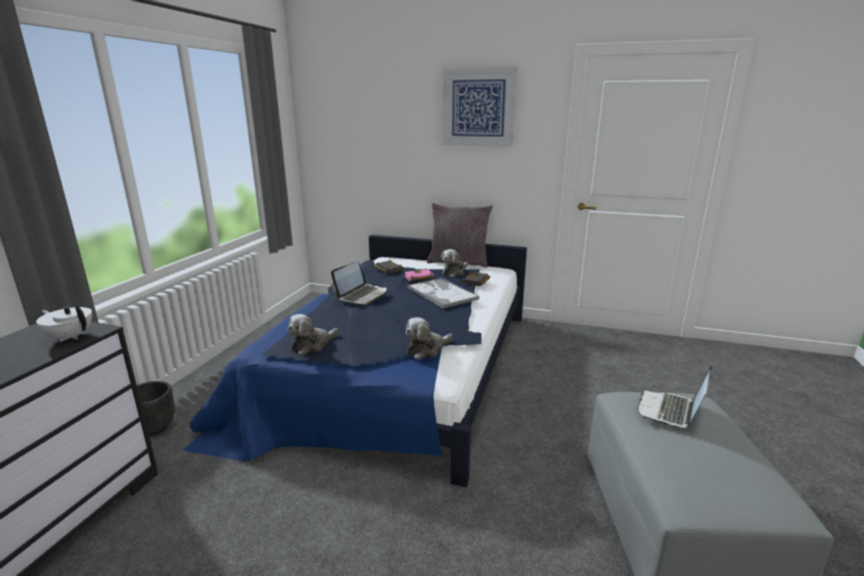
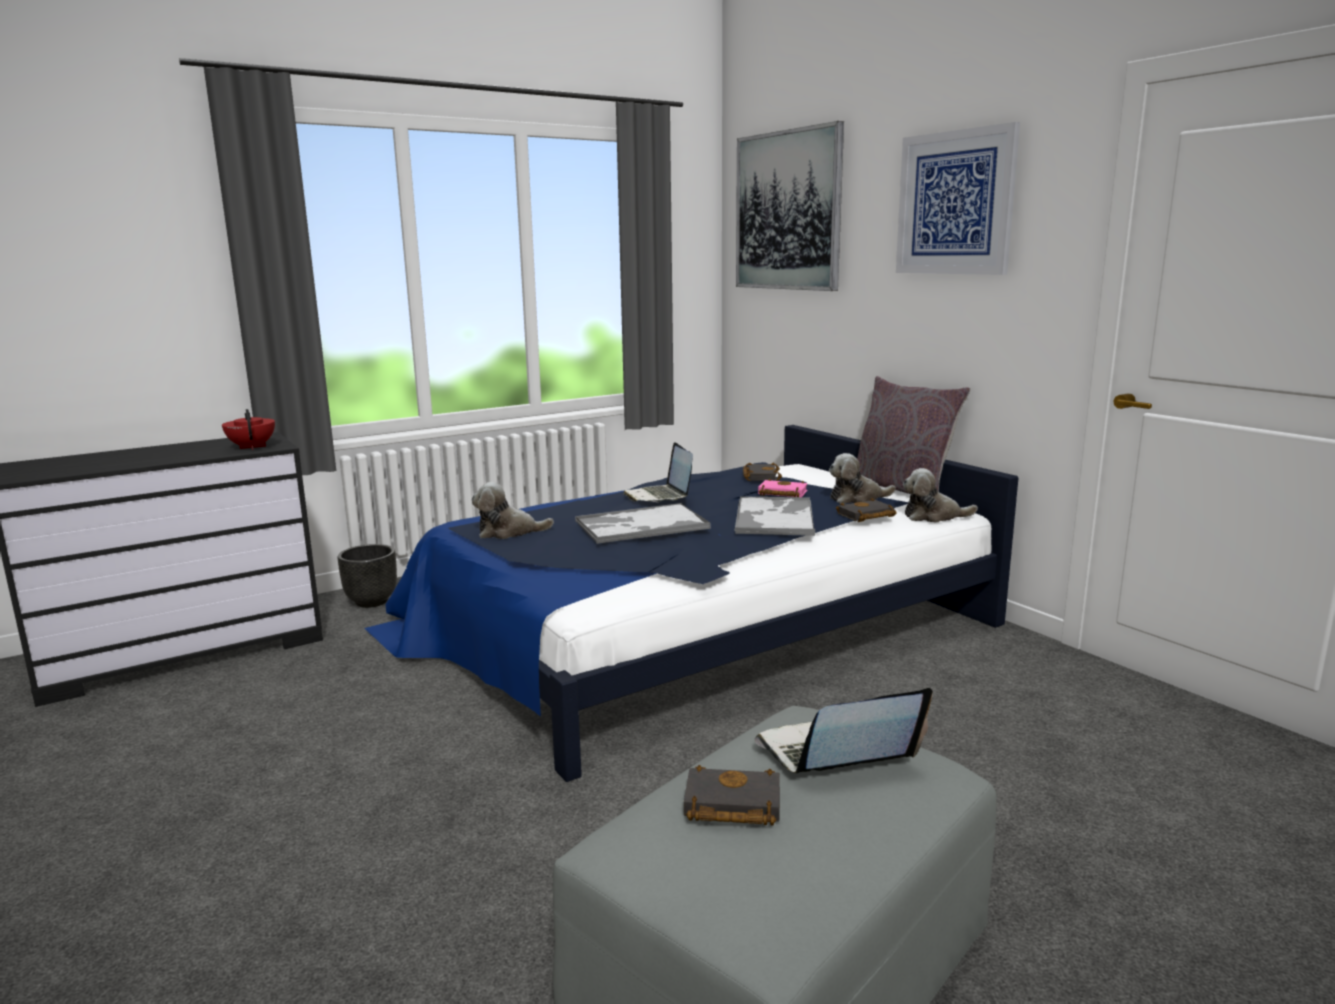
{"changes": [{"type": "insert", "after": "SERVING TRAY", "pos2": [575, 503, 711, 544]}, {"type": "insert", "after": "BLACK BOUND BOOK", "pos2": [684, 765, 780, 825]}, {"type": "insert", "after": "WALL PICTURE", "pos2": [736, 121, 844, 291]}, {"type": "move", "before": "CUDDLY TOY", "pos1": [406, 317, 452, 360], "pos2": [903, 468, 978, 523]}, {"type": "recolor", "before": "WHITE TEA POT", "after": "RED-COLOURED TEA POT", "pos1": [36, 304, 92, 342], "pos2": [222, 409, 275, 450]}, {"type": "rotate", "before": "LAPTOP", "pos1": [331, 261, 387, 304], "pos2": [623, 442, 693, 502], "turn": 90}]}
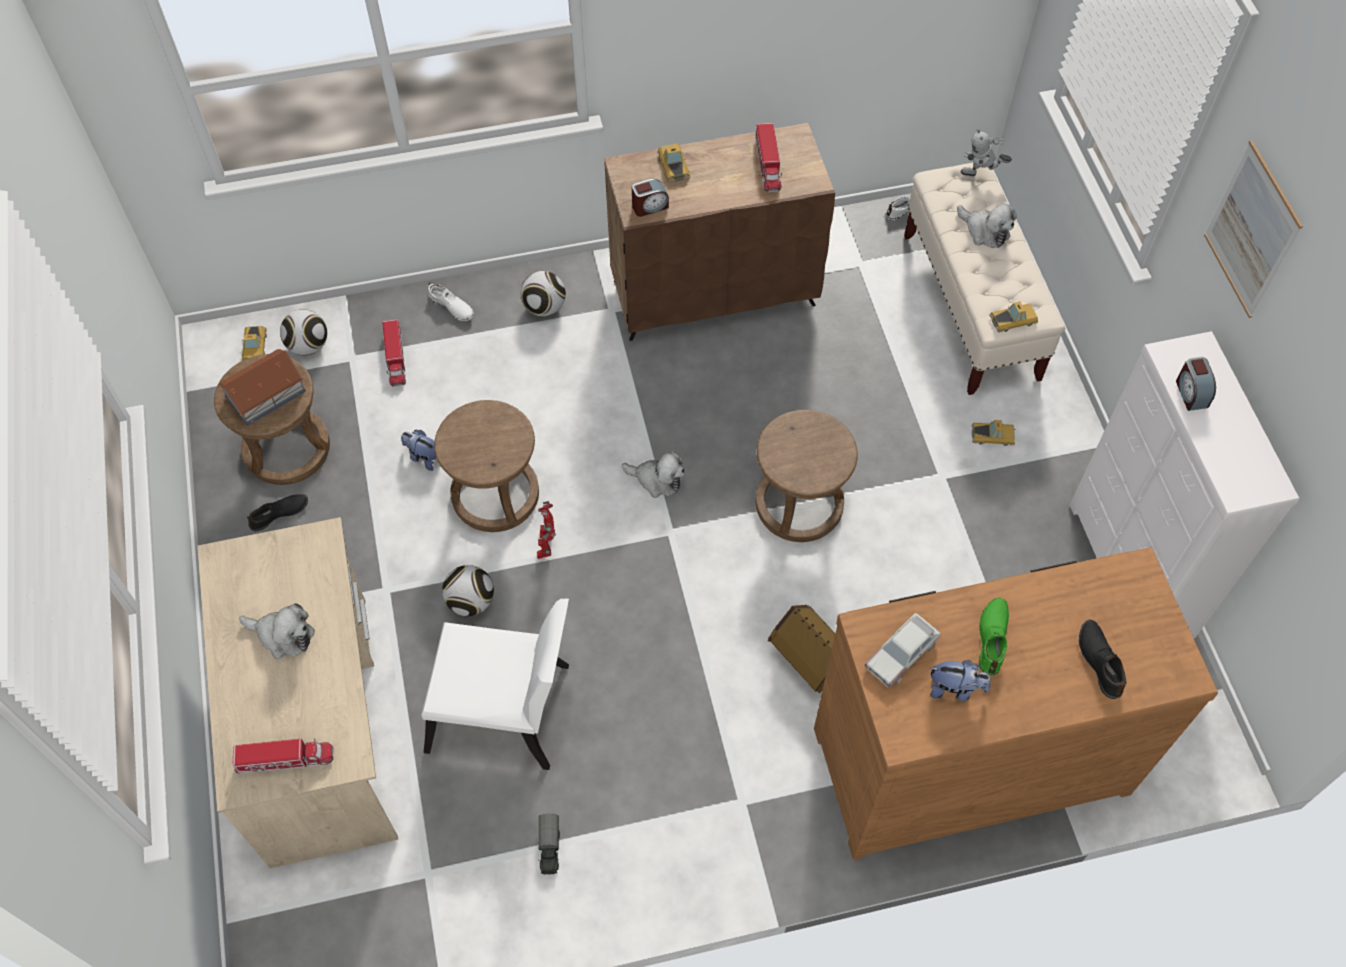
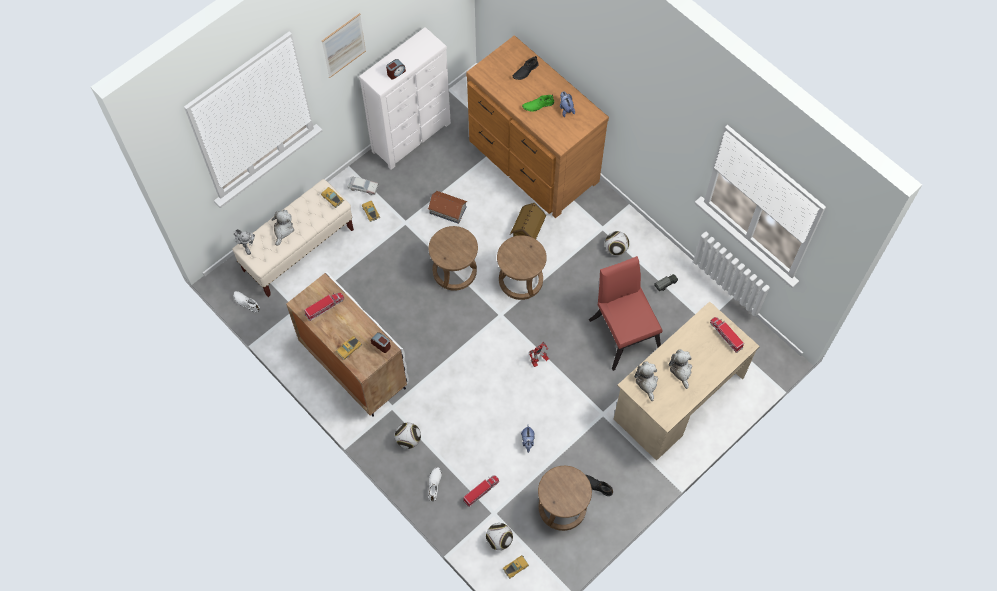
{"changes": [{"type": "move", "before": "MINIATURE HOUSE", "pos1": [218, 349, 306, 426], "pos2": [428, 191, 467, 224]}, {"type": "move", "before": "BROWNISH SITTING STOOL", "pos1": [434, 400, 539, 532], "pos2": [497, 235, 547, 300]}, {"type": "move", "before": "BALL FOR FOOTBALL", "pos1": [442, 565, 494, 616], "pos2": [605, 231, 629, 256]}, {"type": "move", "before": "CUDDLY TOY", "pos1": [622, 451, 684, 498], "pos2": [634, 361, 658, 401]}, {"type": "move", "before": "MODEL CAR", "pos1": [864, 613, 941, 687], "pos2": [348, 176, 379, 195]}, {"type": "recolor", "before": "WHITE UPRIGHT CHAIR", "after": "RED-COLOURED UPRIGHT CHAIR", "pos1": [421, 599, 569, 770], "pos2": [589, 256, 663, 371]}, {"type": "recolor", "before": "BROWNISH CABINET", "after": "WHITE CABINET", "pos1": [604, 123, 835, 341], "pos2": [286, 272, 409, 417]}]}
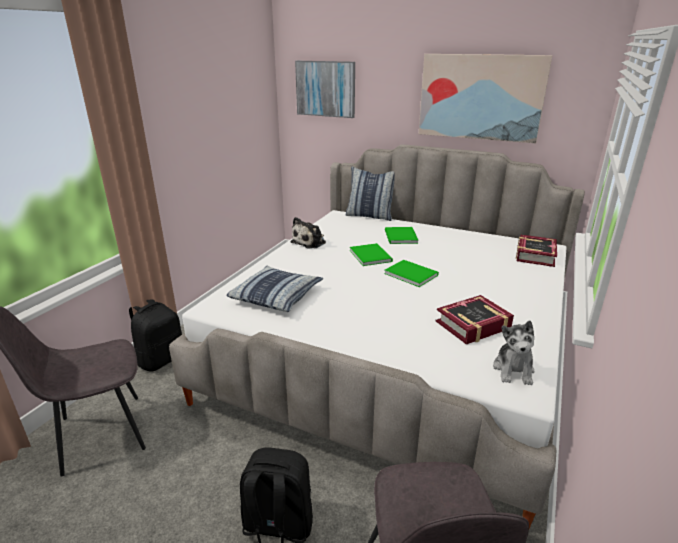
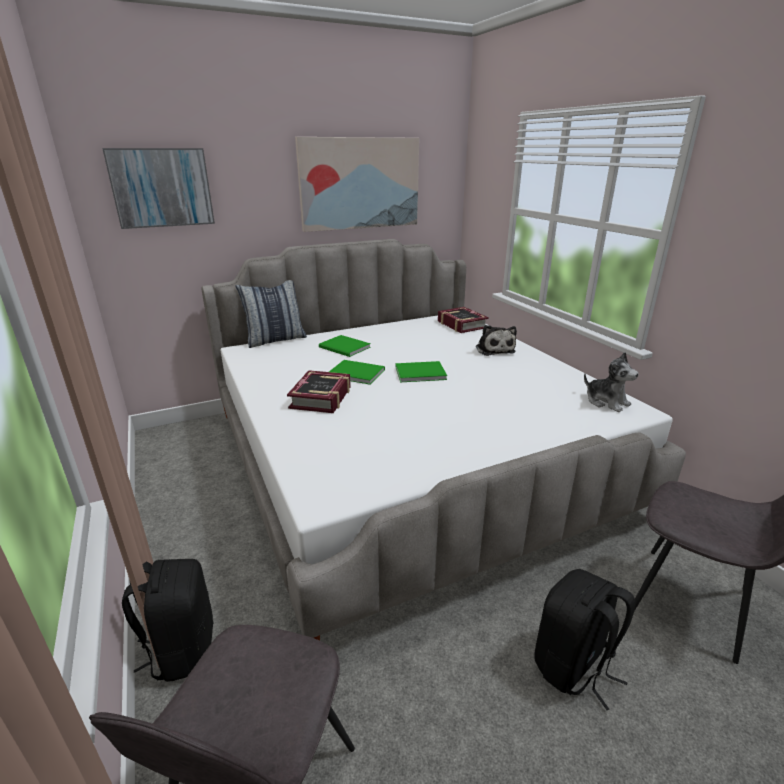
{"changes": [{"type": "delete", "before": "CUSHION", "pos1": [226, 266, 323, 312]}, {"type": "move", "before": "CUDDLY TOY", "pos1": [290, 217, 326, 249], "pos2": [476, 325, 517, 356]}, {"type": "move", "before": "BOUND BOOK", "pos1": [436, 295, 514, 344], "pos2": [287, 370, 351, 413]}]}
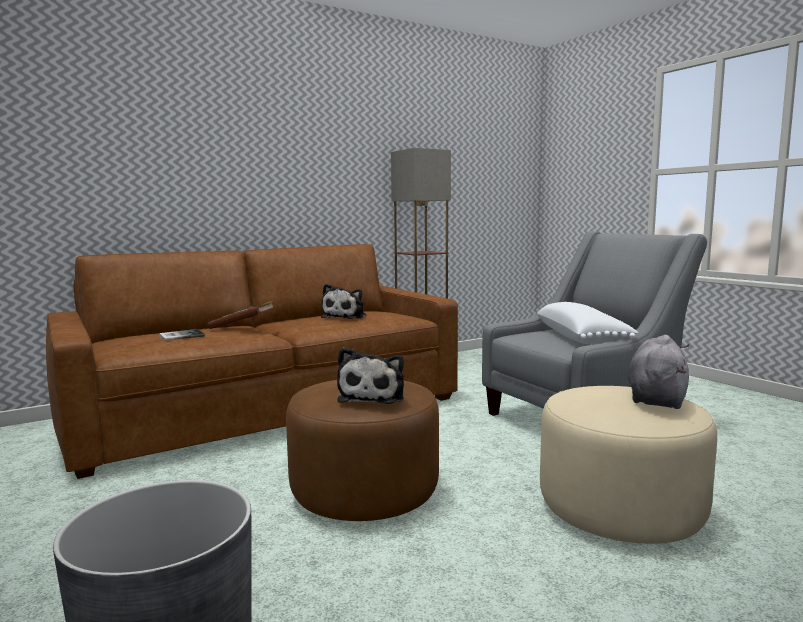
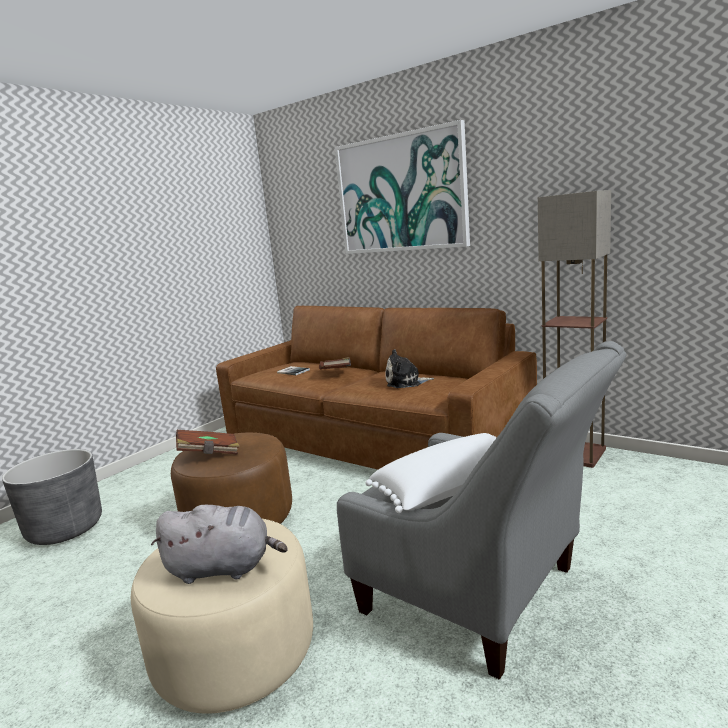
{"changes": [{"type": "insert", "after": "WALL PICTURE", "pos2": [335, 120, 470, 254]}, {"type": "replace", "before": "CUDDLY TOY", "after": "BROWNISH BOUND BOOK", "pos1": [337, 347, 404, 404], "pos2": [176, 430, 240, 455]}]}
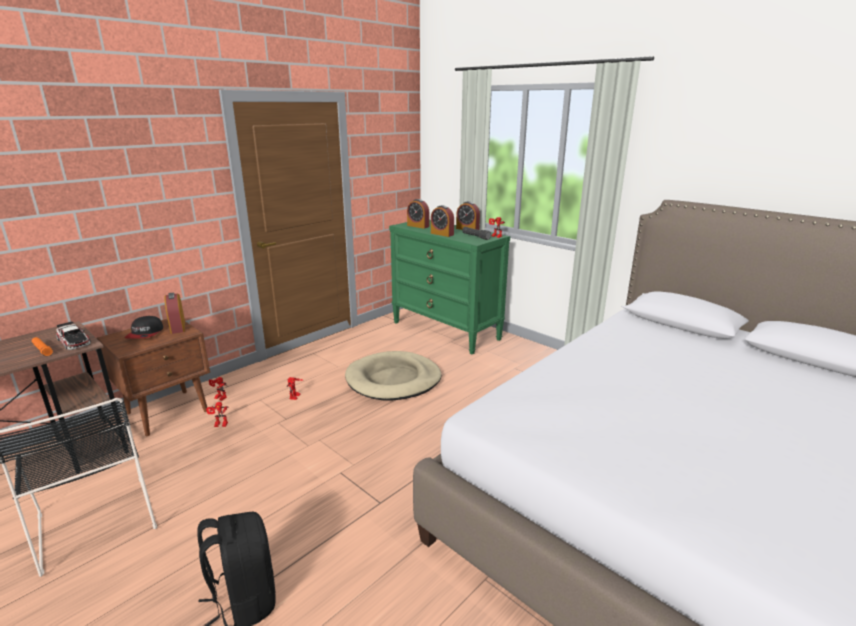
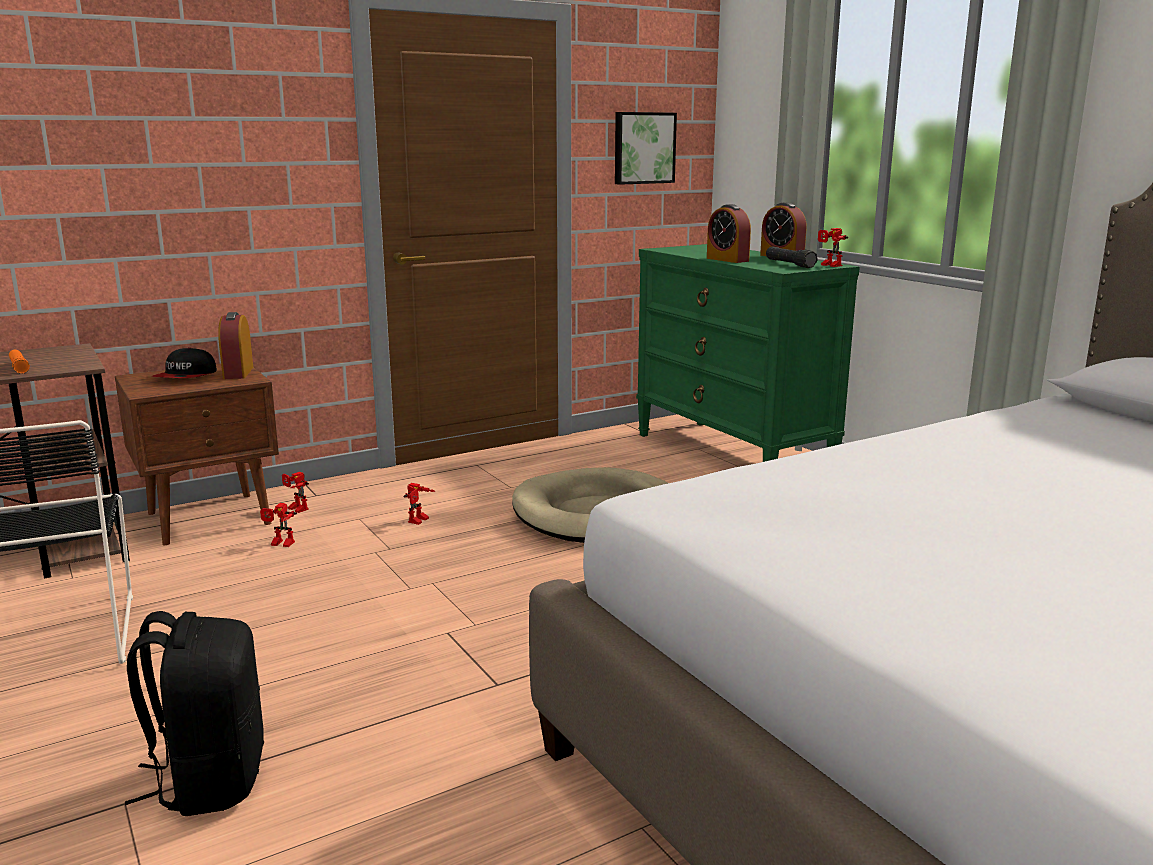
{"changes": [{"type": "delete", "before": "MODEL CAR", "pos1": [56, 321, 91, 350]}, {"type": "delete", "before": "BEDSIDE CLOCK", "pos1": [407, 199, 429, 229]}, {"type": "insert", "after": "WALL PICTURE", "pos2": [615, 112, 677, 185]}]}
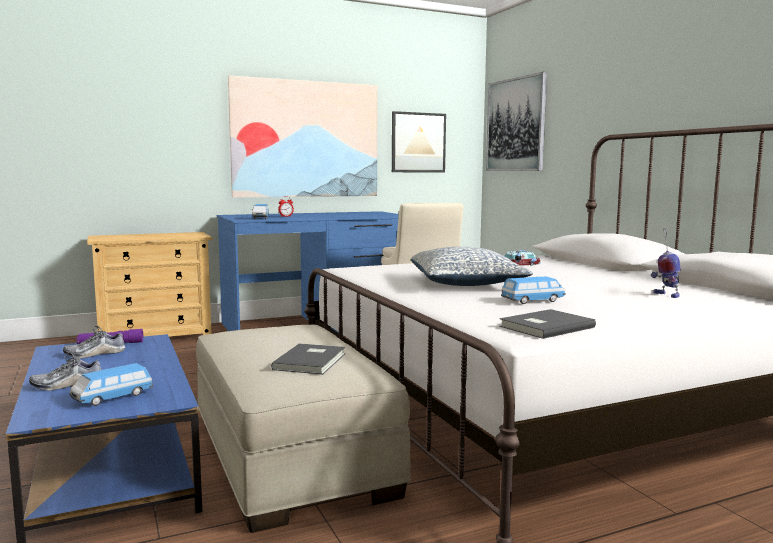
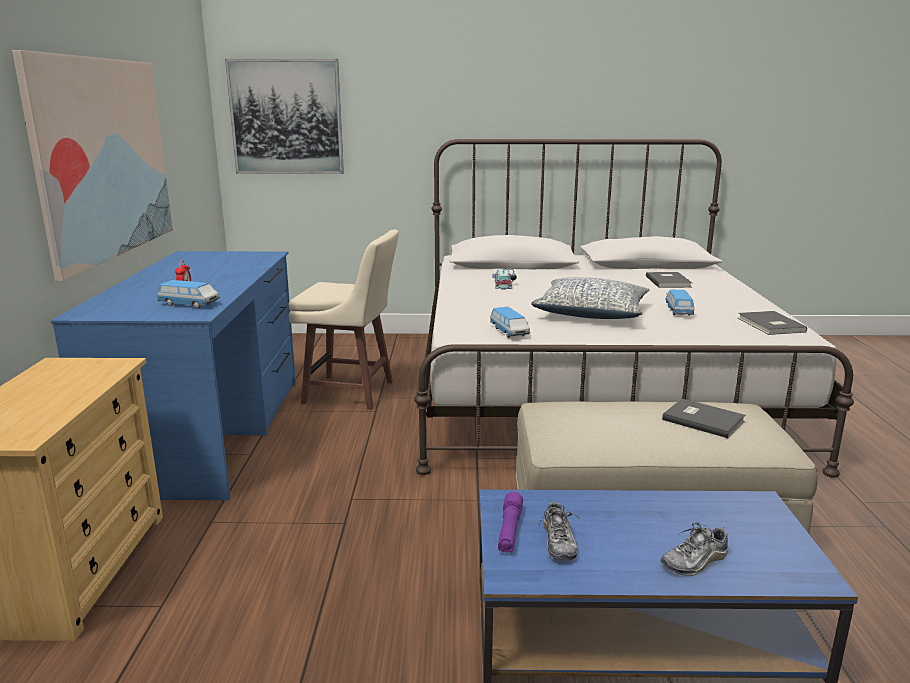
{"changes": [{"type": "delete", "before": "WALL PICTURE", "pos1": [392, 111, 446, 173]}, {"type": "move", "before": "MODEL CAR", "pos1": [69, 363, 153, 406], "pos2": [490, 307, 530, 338]}, {"type": "replace", "before": "TOY ROBOT", "after": "GREYISH BOUND BOOK", "pos1": [651, 228, 681, 298], "pos2": [646, 272, 692, 288]}, {"type": "rotate", "before": "LOW SHOE", "pos1": [29, 352, 101, 391], "pos2": [660, 522, 728, 576], "turn": 60}]}
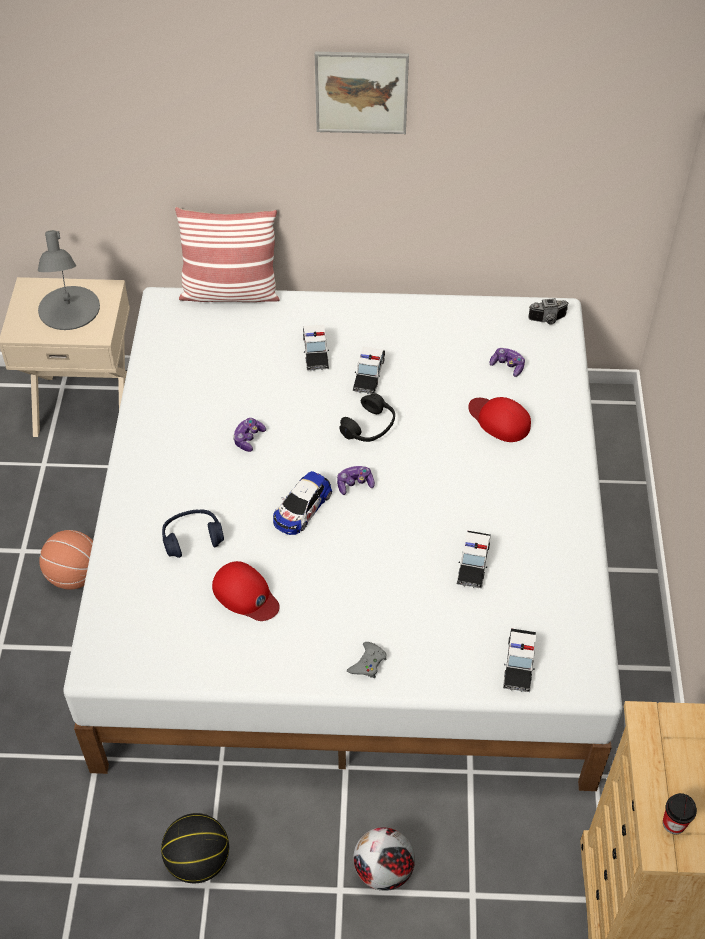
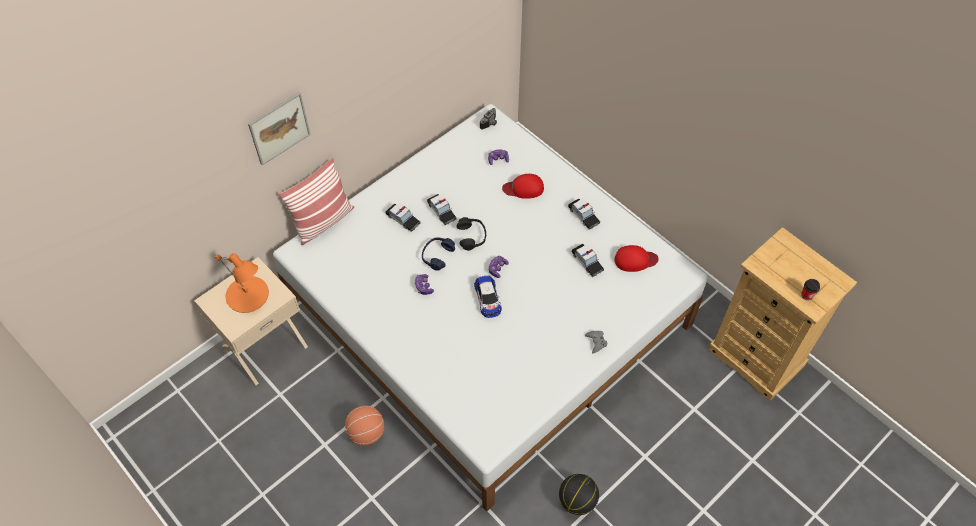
{"changes": [{"type": "delete", "before": "BALL FOR FOOTBALL", "pos1": [353, 827, 415, 891]}, {"type": "move", "before": "BLUISH HEADSET", "pos1": [162, 509, 224, 558], "pos2": [422, 237, 455, 270]}, {"type": "move", "before": "RED-COLOURED BASEBALL CAP", "pos1": [212, 561, 280, 621], "pos2": [615, 245, 659, 272]}, {"type": "move", "before": "WALL PICTURE", "pos1": [315, 52, 409, 134], "pos2": [248, 92, 311, 165]}, {"type": "move", "before": "MODEL CAR", "pos1": [503, 628, 536, 692], "pos2": [568, 198, 600, 230]}, {"type": "recolor", "before": "GREYISH TABLETOP LAMP", "after": "ORANGEY TABLETOP LAMP", "pos1": [38, 230, 100, 330], "pos2": [215, 253, 269, 313]}]}
